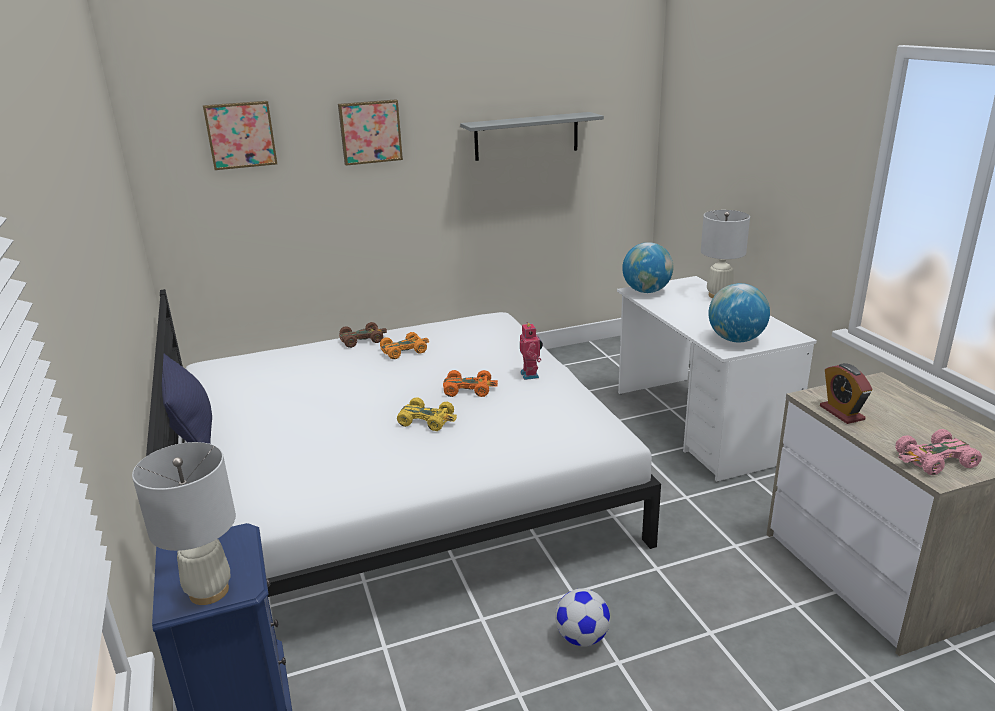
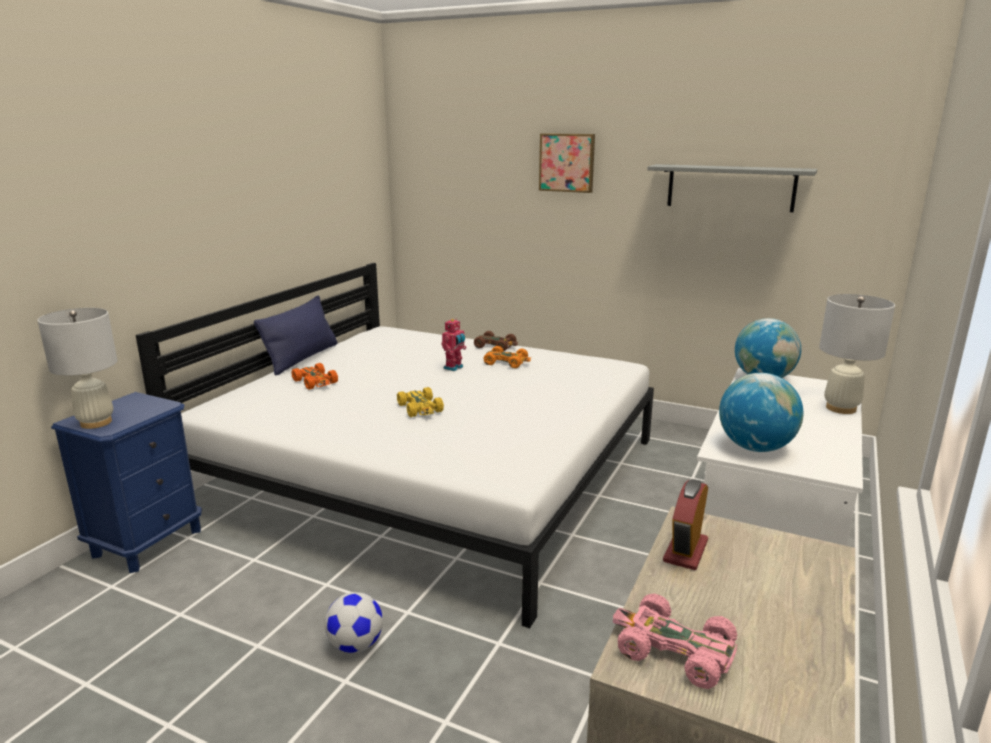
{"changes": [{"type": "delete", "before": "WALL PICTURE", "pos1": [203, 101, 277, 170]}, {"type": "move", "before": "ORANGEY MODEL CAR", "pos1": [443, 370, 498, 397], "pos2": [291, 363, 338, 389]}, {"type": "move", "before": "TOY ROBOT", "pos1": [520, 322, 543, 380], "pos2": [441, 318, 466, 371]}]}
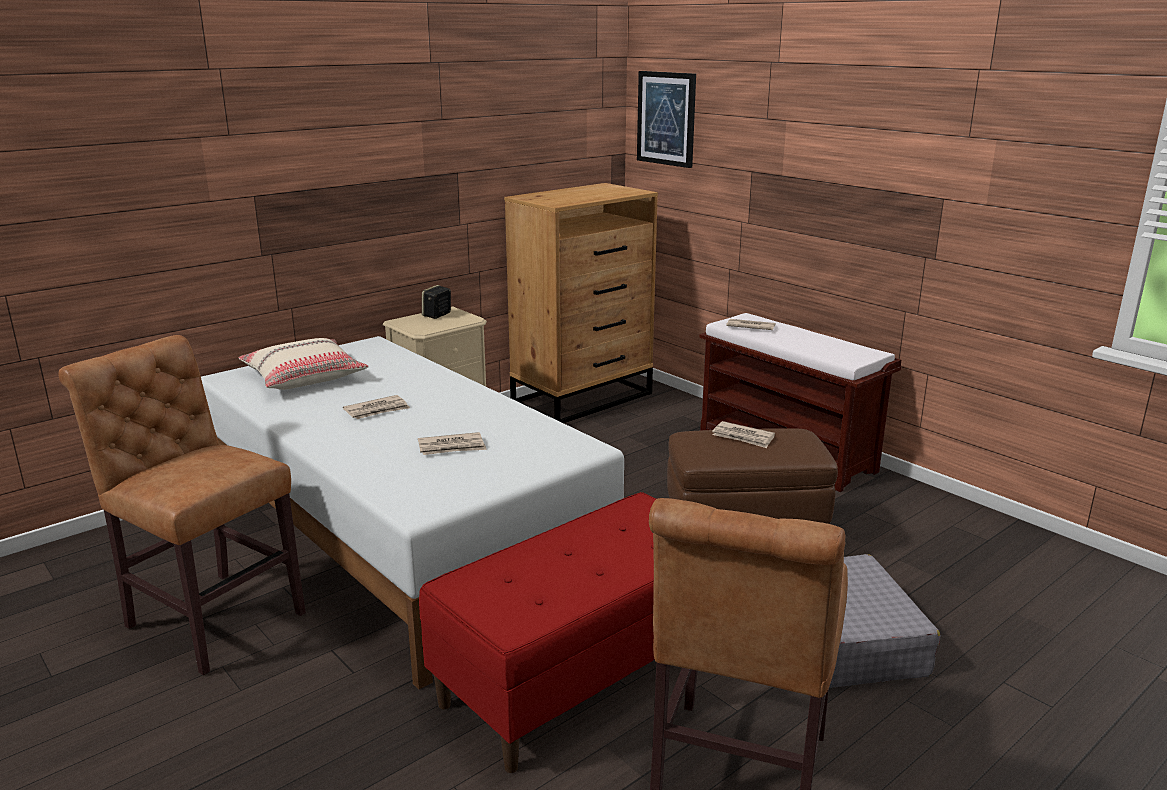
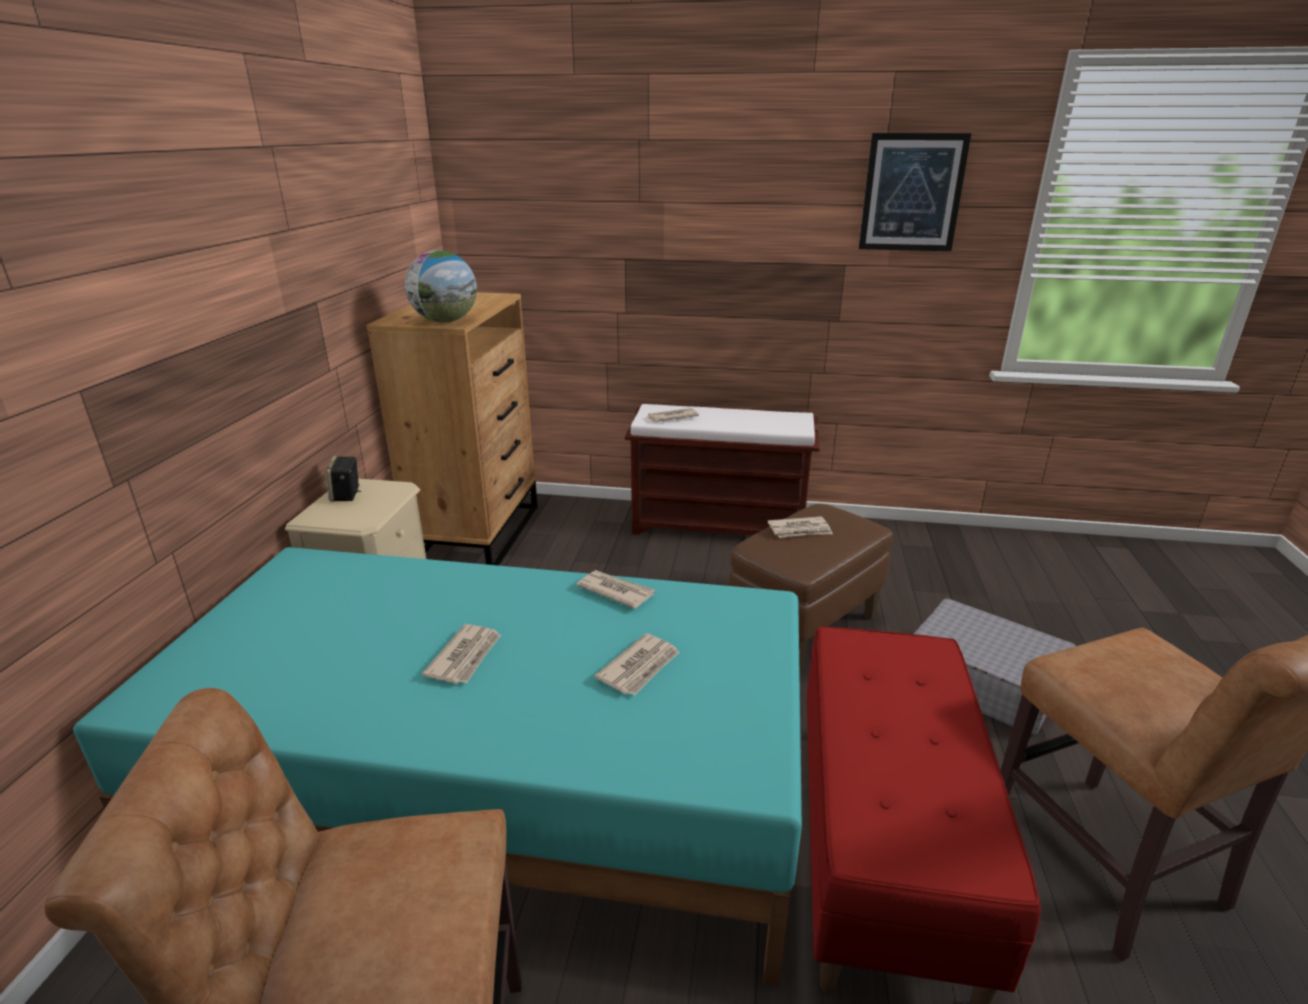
{"changes": [{"type": "delete", "before": "SAND-COLOURED CUSHION", "pos1": [238, 338, 369, 390]}, {"type": "insert", "after": "GLOBE", "pos2": [405, 250, 477, 323]}, {"type": "insert", "after": "NEWSPAPER", "pos2": [576, 570, 655, 609]}, {"type": "move", "before": "WALL PICTURE", "pos1": [637, 71, 696, 168], "pos2": [859, 133, 972, 251]}, {"type": "recolor", "before": "WHITE BEDROOM BED", "after": "TURQUOISE-COLOURED BEDROOM BED", "pos1": [201, 336, 624, 689], "pos2": [73, 547, 802, 986]}]}
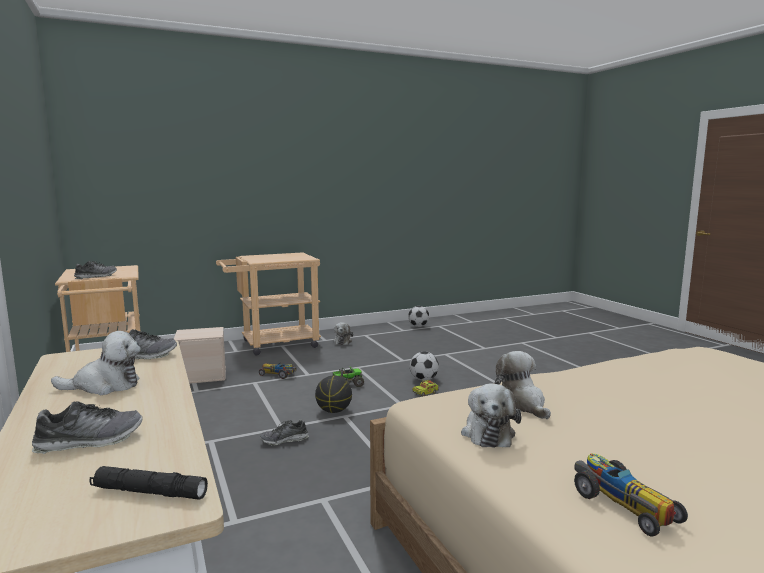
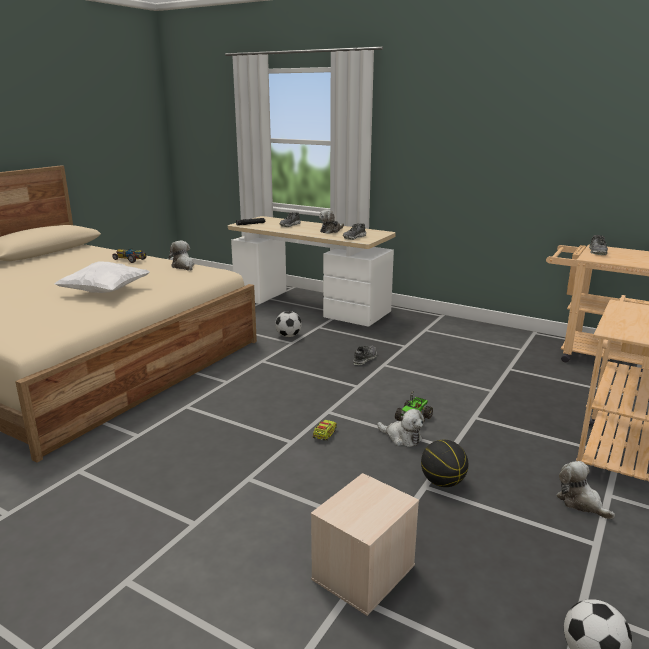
{"changes": [{"type": "delete", "before": "MODEL CAR", "pos1": [259, 363, 297, 379]}, {"type": "insert", "after": "WHITE CUSHION", "pos2": [54, 262, 150, 293]}, {"type": "move", "before": "SAND-COLOURED STORAGE CONTAINER", "pos1": [174, 327, 226, 384], "pos2": [311, 473, 419, 616]}, {"type": "move", "before": "BALL FOR BASKETBALL", "pos1": [315, 376, 352, 413], "pos2": [421, 440, 468, 487]}, {"type": "move", "before": "BALL FOR FOOTBALL", "pos1": [410, 351, 439, 381], "pos2": [275, 311, 302, 337]}, {"type": "move", "before": "CUDDLY TOY", "pos1": [494, 351, 551, 419], "pos2": [377, 409, 424, 447]}]}
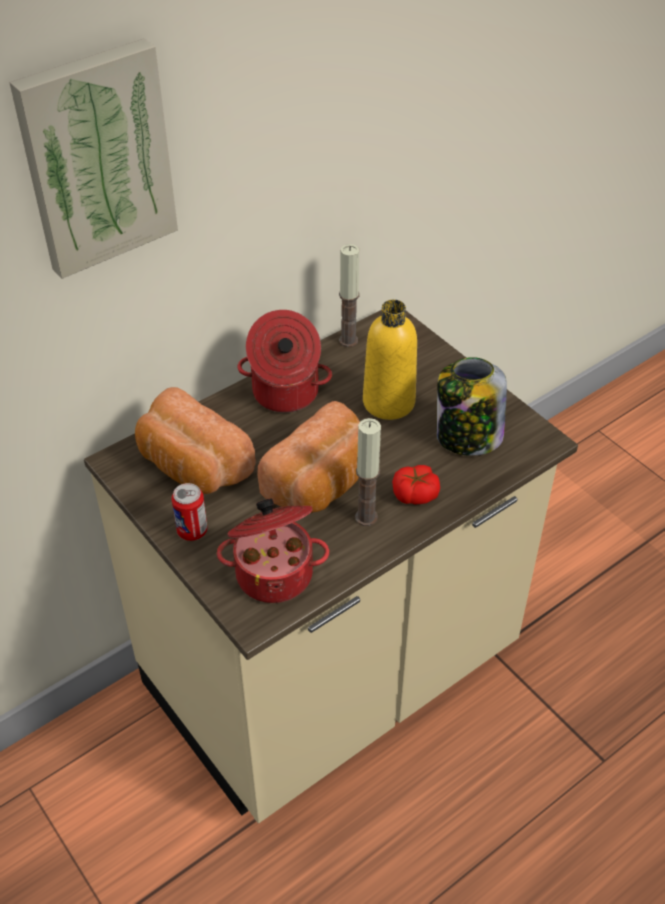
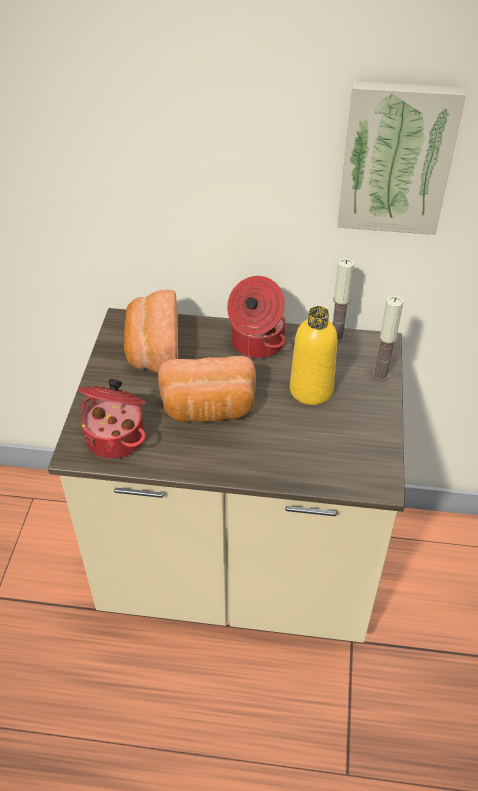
{"changes": [{"type": "delete", "before": "CAN", "pos1": [171, 483, 208, 541]}, {"type": "delete", "before": "WHOLE TOMATO", "pos1": [392, 465, 440, 504]}, {"type": "delete", "before": "PRESERVE JAR", "pos1": [437, 357, 507, 456]}, {"type": "move", "before": "WALL PICTURE", "pos1": [9, 38, 178, 279], "pos2": [337, 81, 466, 235]}, {"type": "move", "before": "WAX CANDLE", "pos1": [355, 418, 381, 526], "pos2": [373, 296, 403, 381]}]}
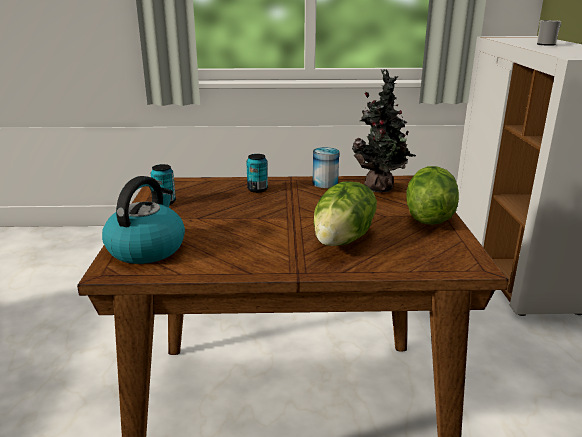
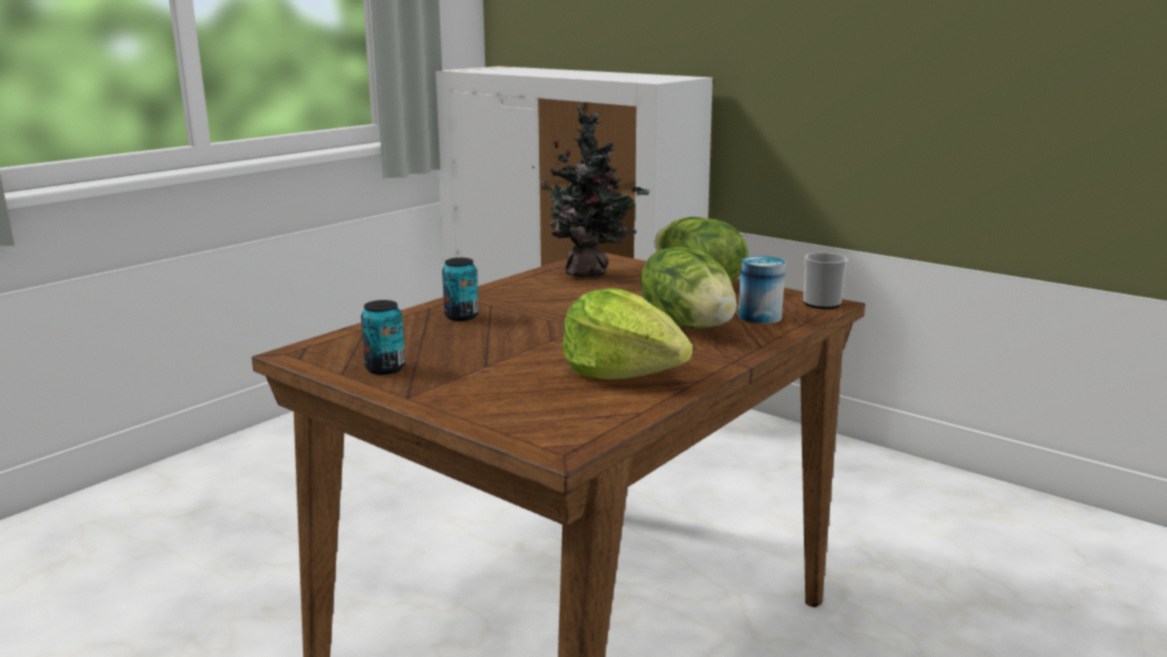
{"changes": [{"type": "delete", "before": "WATER KETTLE", "pos1": [102, 176, 185, 264]}, {"type": "insert", "after": "LETTUCE", "pos2": [562, 288, 693, 380]}, {"type": "move", "before": "CAN", "pos1": [313, 147, 339, 188], "pos2": [738, 256, 786, 324]}, {"type": "move", "before": "TEA MUG", "pos1": [537, 20, 561, 46], "pos2": [803, 253, 847, 309]}]}
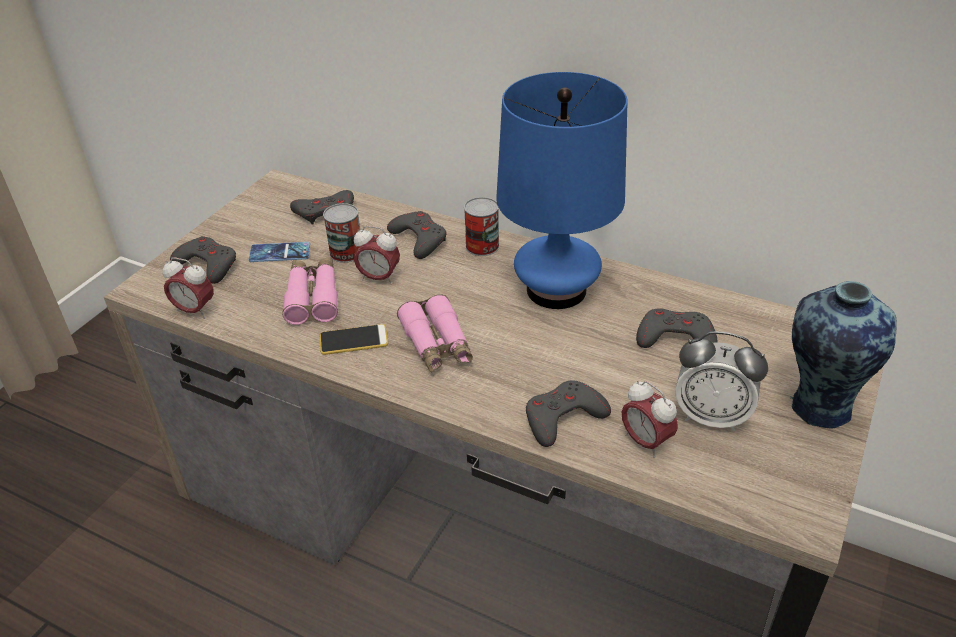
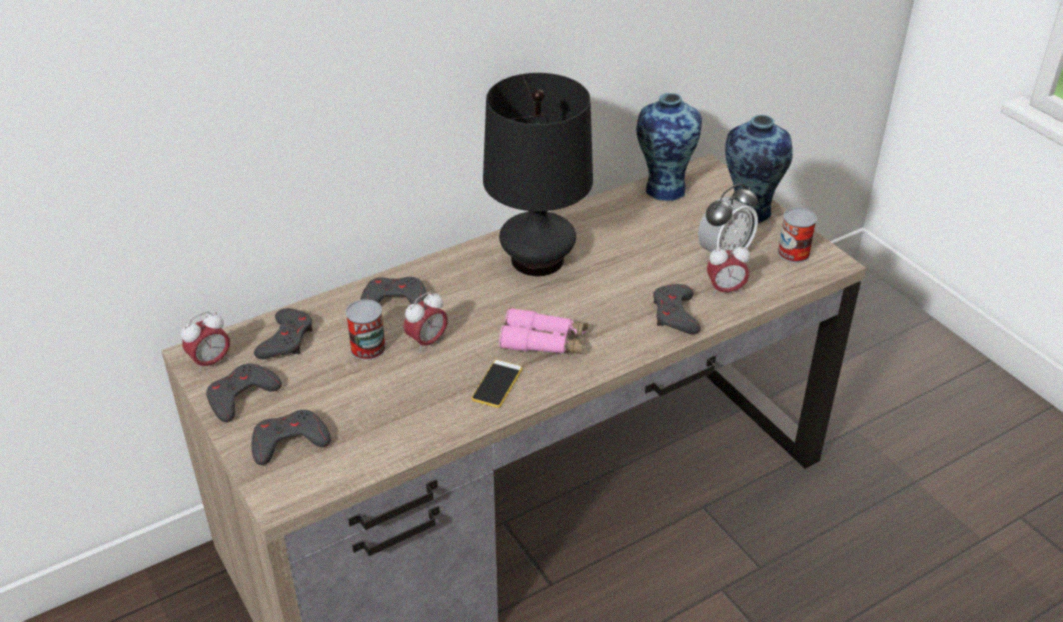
{"changes": [{"type": "delete", "before": "TELEPHONE", "pos1": [249, 242, 310, 262]}, {"type": "delete", "before": "PINK-COLOURED FIELD GLASSES", "pos1": [282, 257, 338, 325]}, {"type": "insert", "after": "DECORATIVE VASE", "pos2": [637, 93, 702, 201]}, {"type": "move", "before": "BEDSIDE CLOCK", "pos1": [163, 257, 214, 318], "pos2": [181, 311, 230, 373]}, {"type": "move", "before": "CAN", "pos1": [464, 197, 499, 256], "pos2": [778, 207, 817, 263]}, {"type": "move", "before": "GREYISH GAME CONTROLLER", "pos1": [636, 308, 718, 348], "pos2": [206, 363, 282, 422]}, {"type": "recolor", "before": "BLUISH TABLETOP LAMP", "after": "BLACK TABLETOP LAMP", "pos1": [496, 72, 628, 309], "pos2": [483, 73, 593, 276]}]}
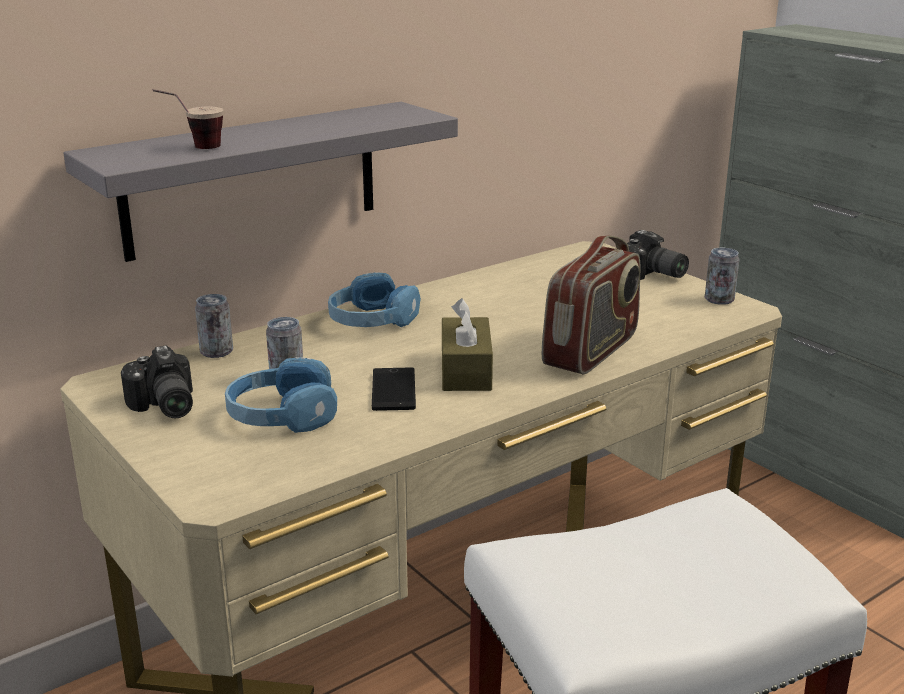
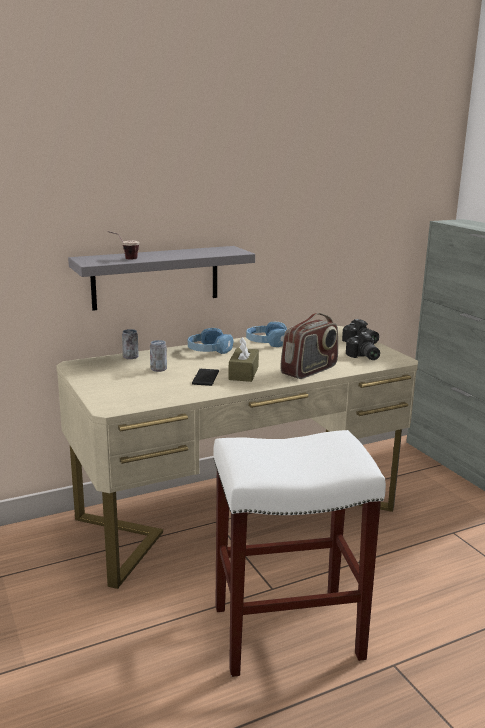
{"changes": [{"type": "delete", "before": "CAN", "pos1": [705, 248, 739, 305]}, {"type": "move", "before": "STILL CAMERA", "pos1": [121, 345, 193, 418], "pos2": [346, 332, 380, 360]}, {"type": "move", "before": "BLUISH HEADSET", "pos1": [225, 357, 337, 433], "pos2": [246, 321, 287, 347]}]}
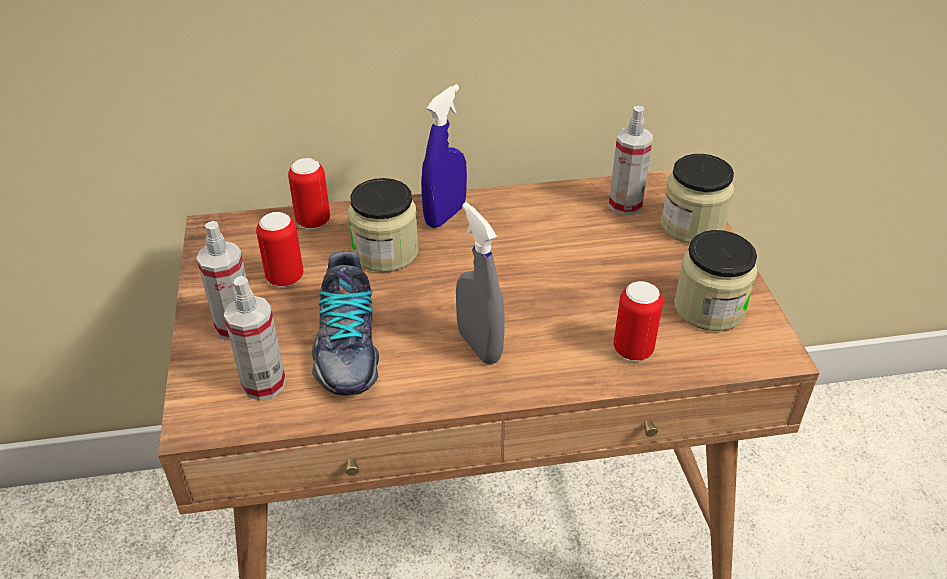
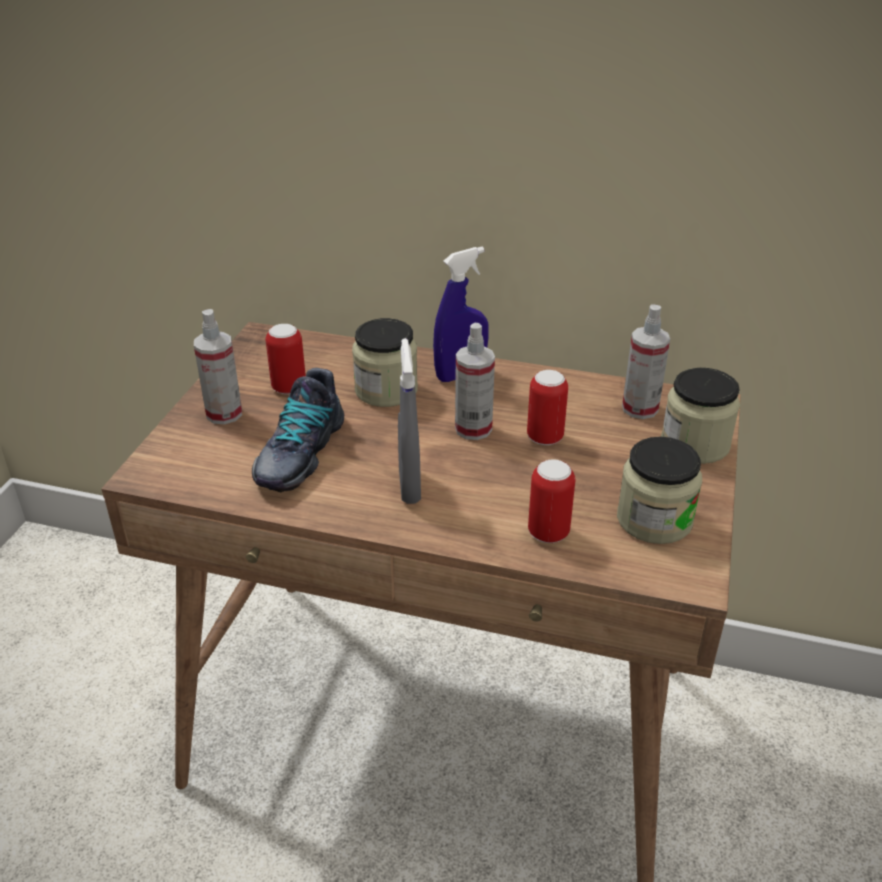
{"changes": [{"type": "move", "before": "SPRAY BOTTLE", "pos1": [224, 276, 286, 400], "pos2": [455, 323, 495, 440]}, {"type": "move", "before": "CAN", "pos1": [288, 158, 330, 229], "pos2": [527, 370, 568, 445]}]}
